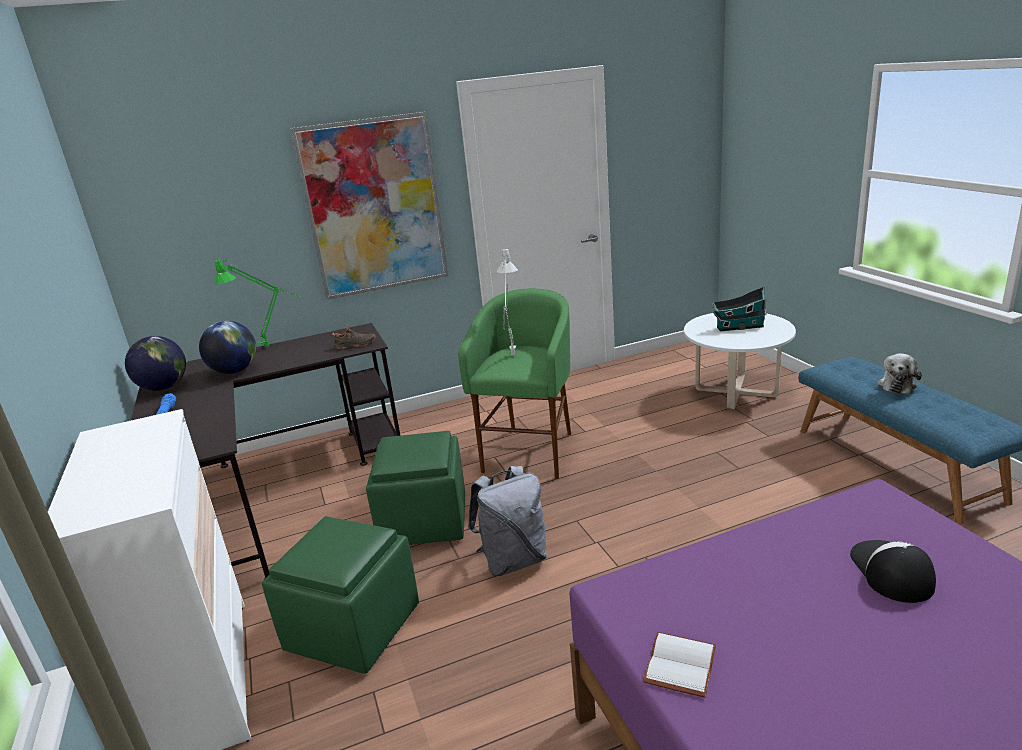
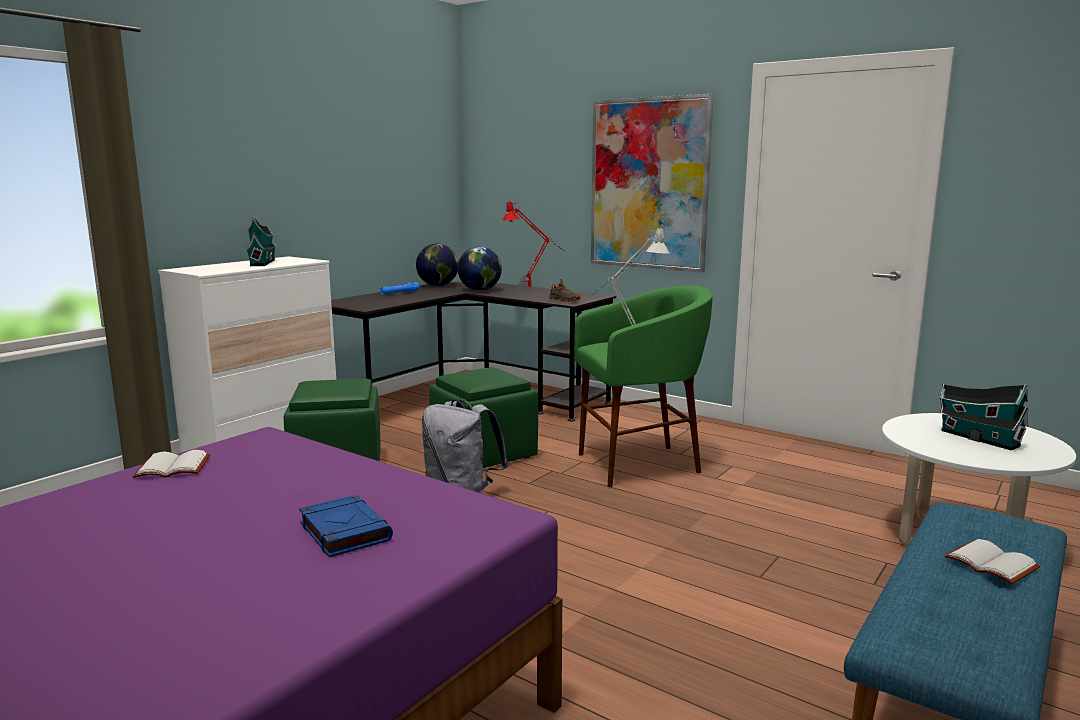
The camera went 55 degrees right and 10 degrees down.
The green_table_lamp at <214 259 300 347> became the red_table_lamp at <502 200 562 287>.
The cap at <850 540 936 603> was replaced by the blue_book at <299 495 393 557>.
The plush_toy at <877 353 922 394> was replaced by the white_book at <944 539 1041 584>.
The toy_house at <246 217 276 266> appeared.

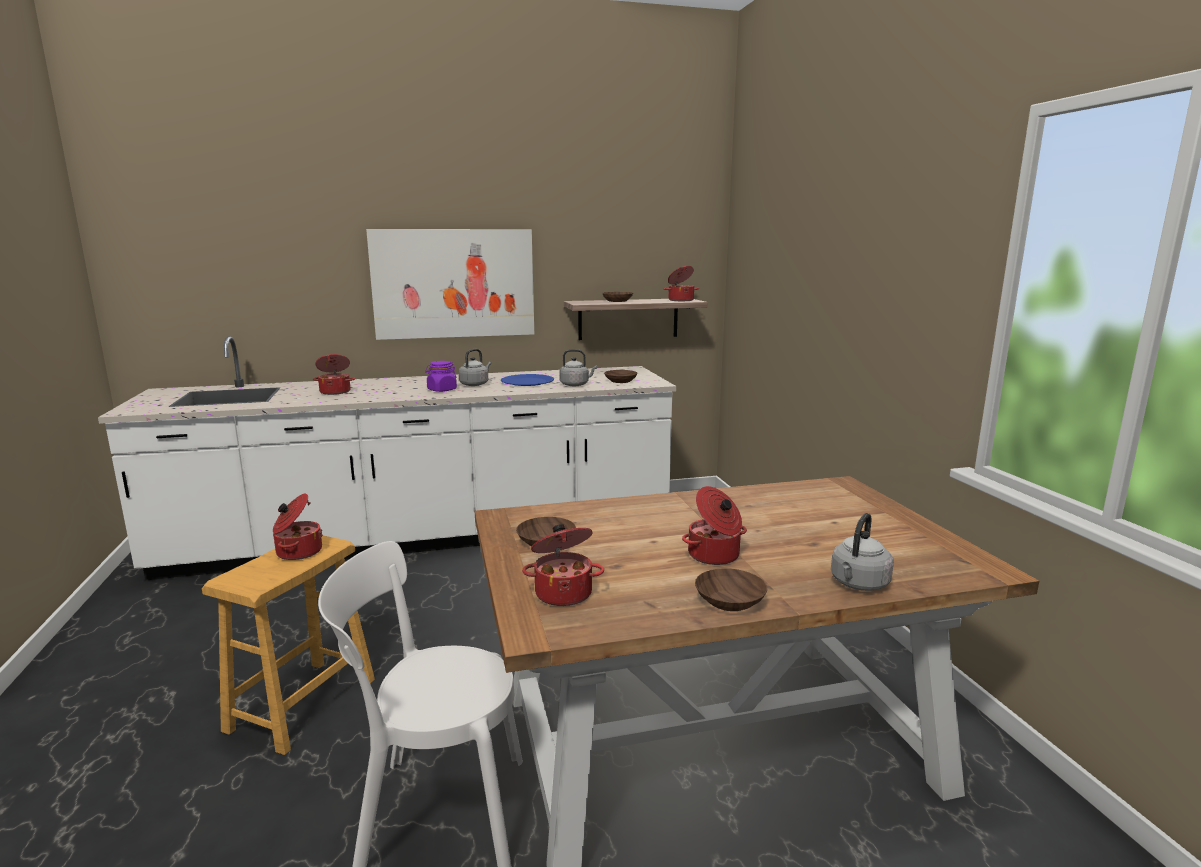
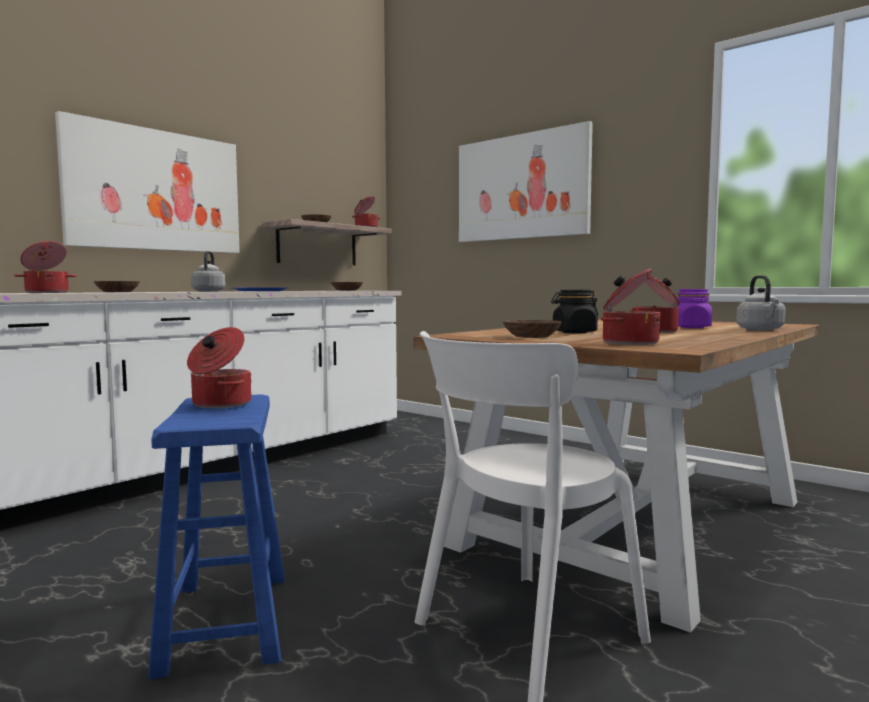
The camera went 35 degrees left and 10 degrees down.
The brown_stool at <202 536 375 755> became the blue_stool at <148 394 285 679>.
The purple_jar moved from <425 361 457 392> to <677 289 712 328>.
The grey_kettle at <559 349 597 386> disappeared.
The brown_bowl moved from <695 568 767 611> to <94 281 140 292>.
The picture at <459 121 593 242> appeared.
The black_jar at <551 290 598 333> appeared.

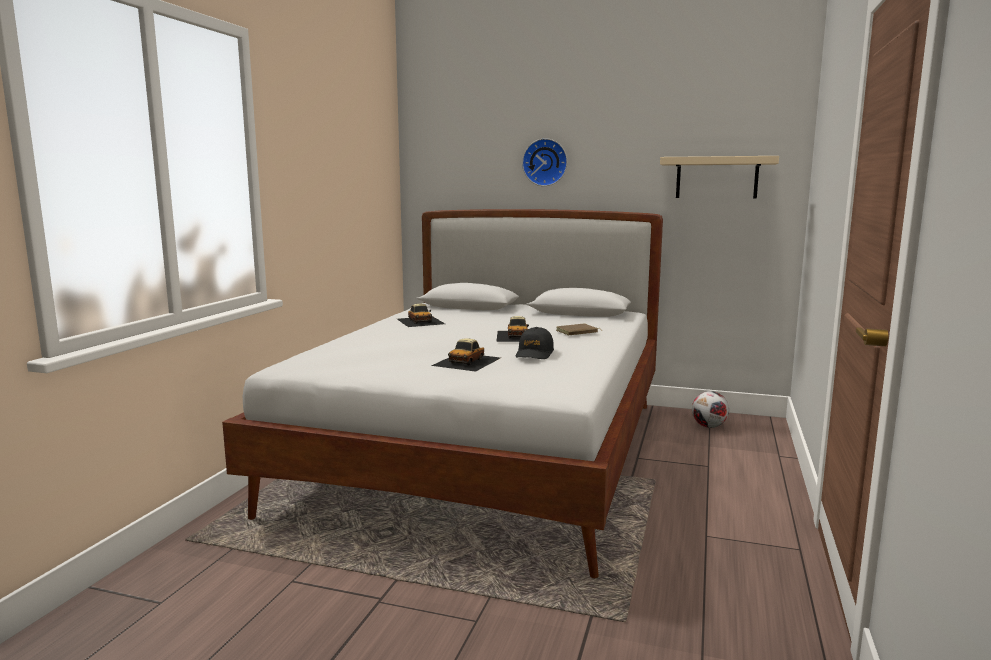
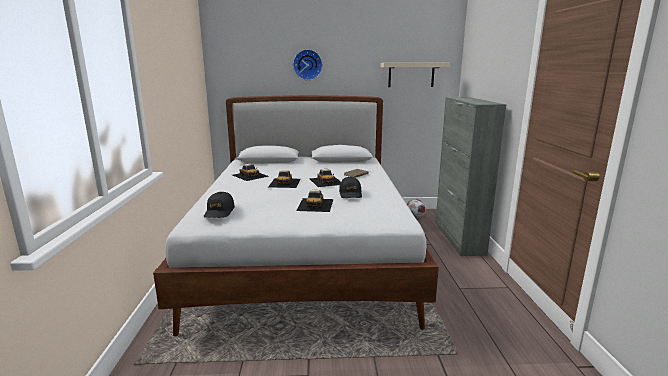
The camera went 20 degrees left and 5 degrees up.
The black_cap at <204 192 235 218> appeared.
The toy_car at <268 170 301 188> appeared.
The grey_cabinet at <435 97 506 256> appeared.

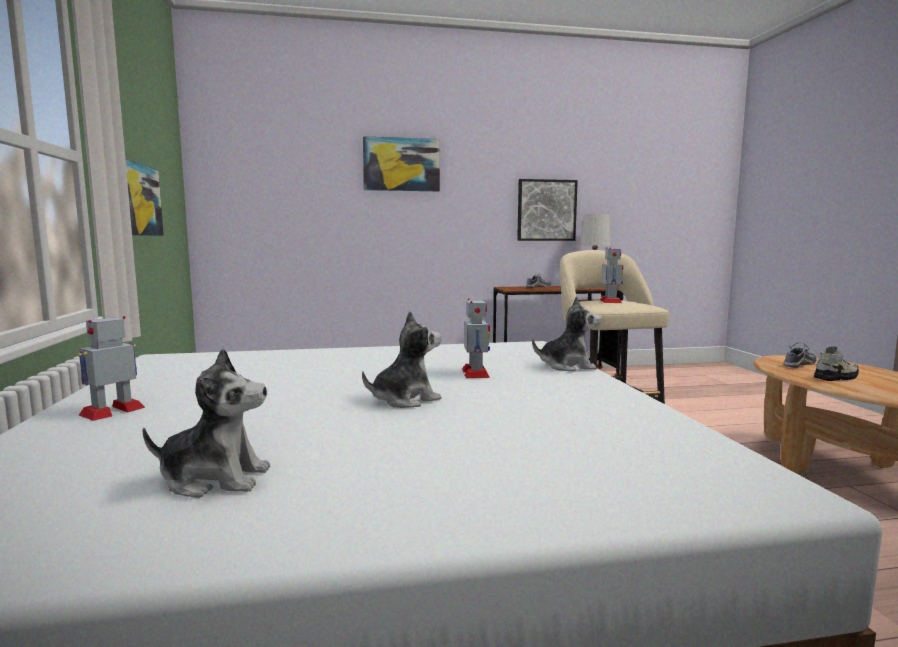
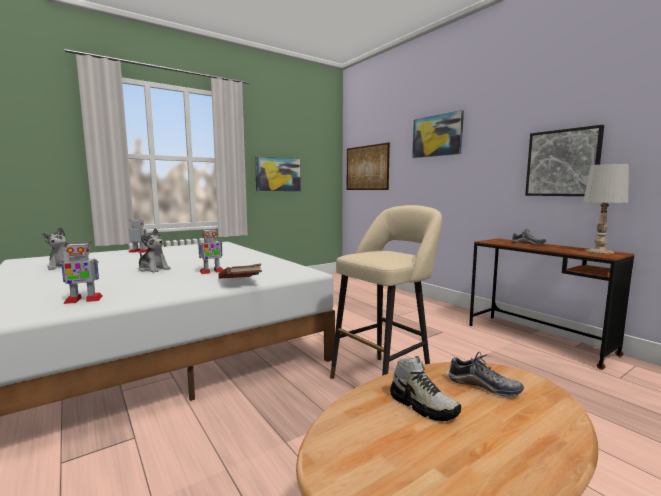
The camera went 65 degrees right and 0 degrees up.
The plush_toy at <532 296 602 372> was replaced by the brown_book at <218 264 262 279>.
The toy_robot moved from <600 247 623 303> to <60 242 103 304>.
The picture at <347 142 390 190> appeared.

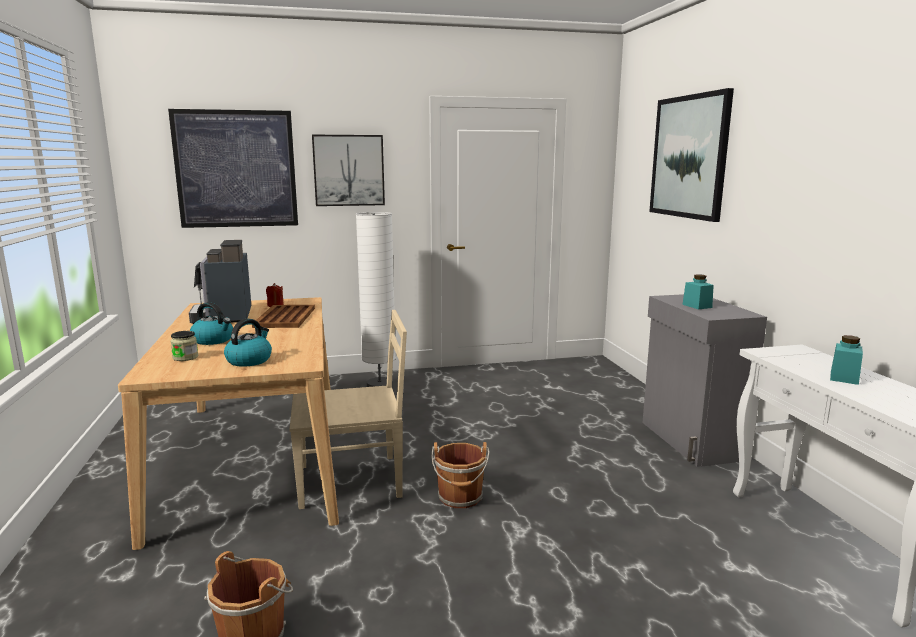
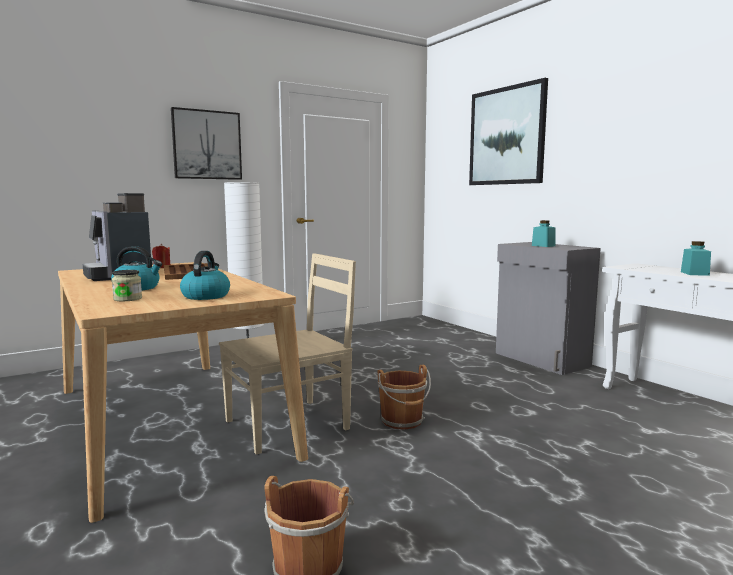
The camera went 20 degrees left and 5 degrees down.
The picture at <168 109 298 228> disappeared.

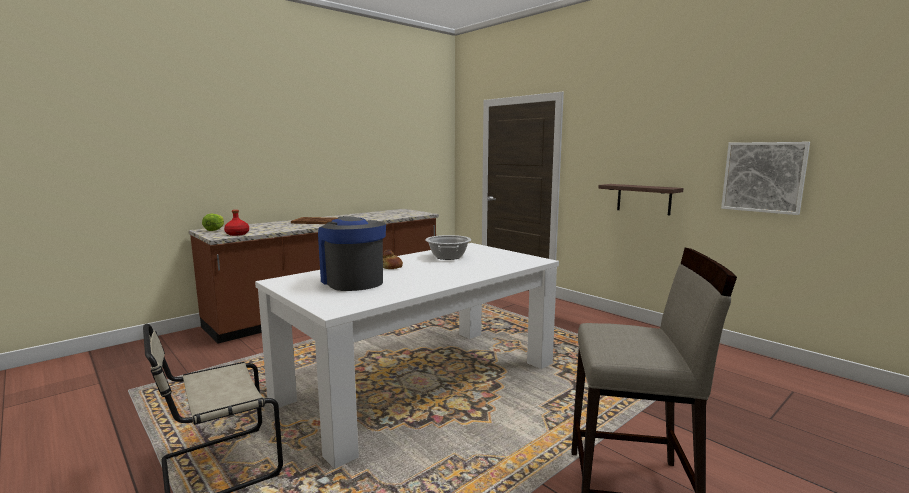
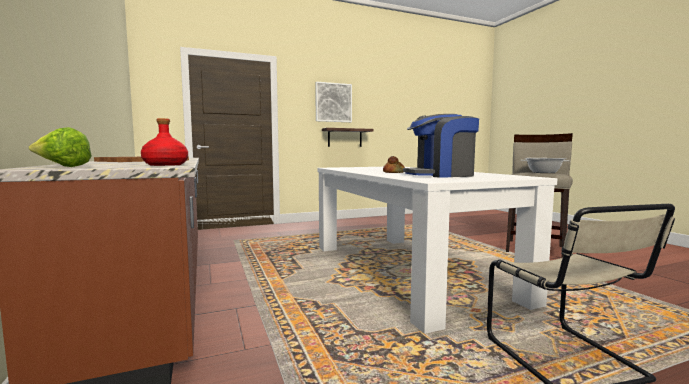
The camera went 70 degrees left and 5 degrees down.
The cooking_pot moved from <425 235 471 260> to <521 158 570 173>.
The picture moved from <721 142 810 215> to <315 82 352 122>.

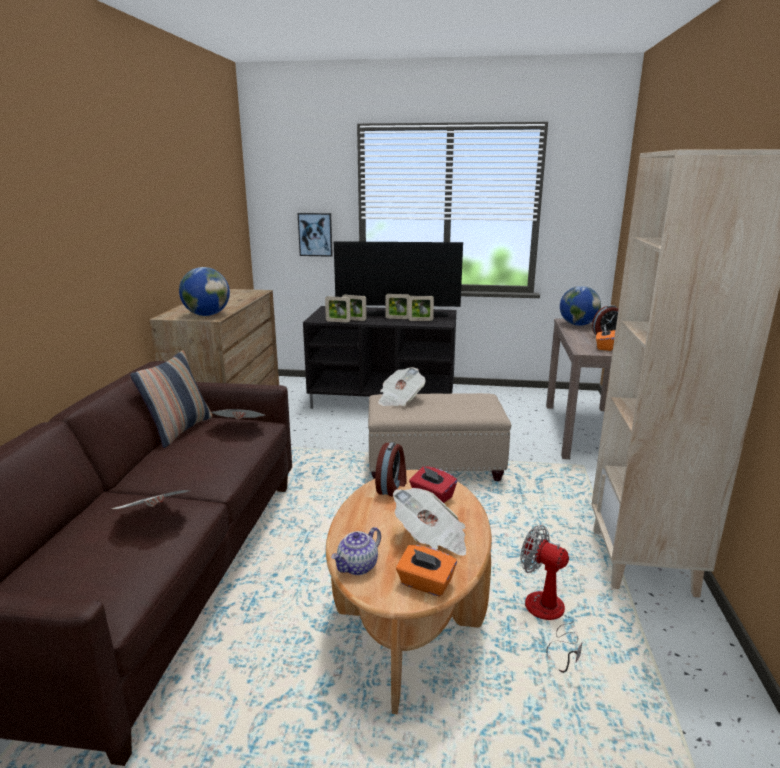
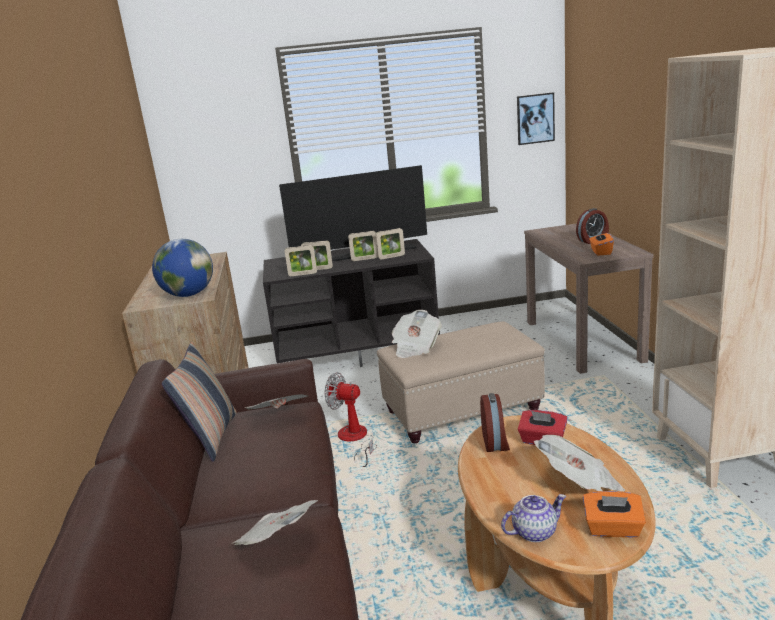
The camera went 15 degrees left and 0 degrees up.
The picture moved from <297 213 333 257> to <517 93 555 145>.
The teapot at <331 527 381 575> turned 135 degrees counterclockwise.
The fan moved from <520 525 582 673> to <325 372 377 467>.
The globe at <560 286 601 326> disappeared.

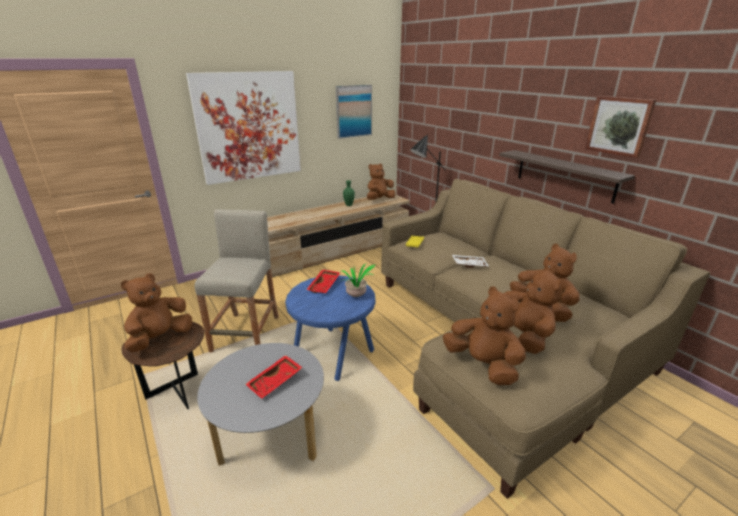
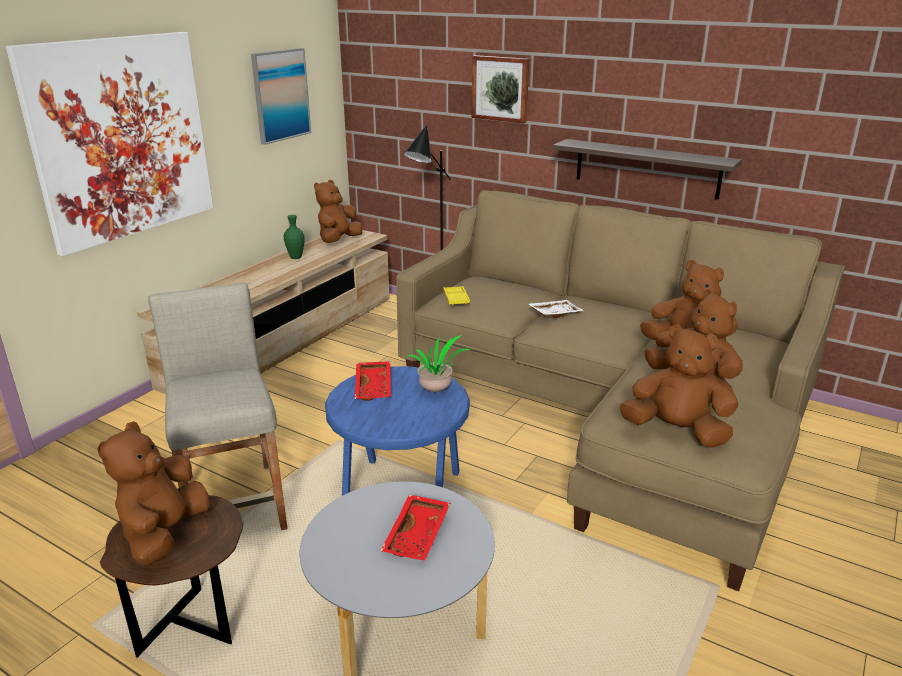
The camera went 25 degrees left and 0 degrees up.
The picture moved from <585 96 656 158> to <472 55 529 123>.

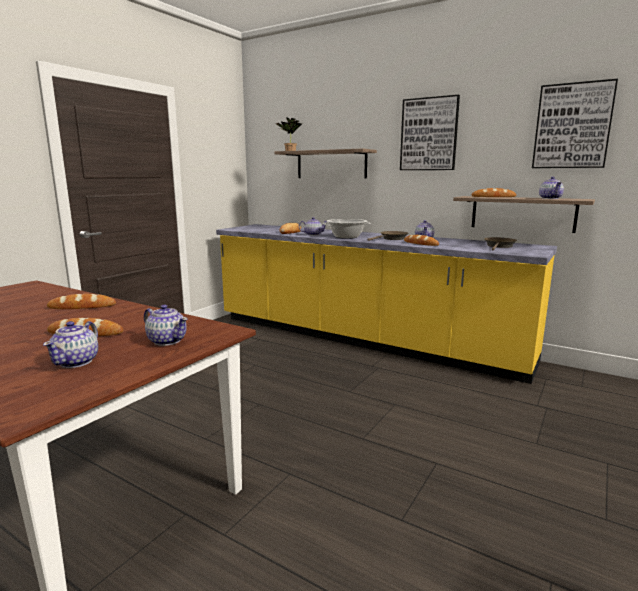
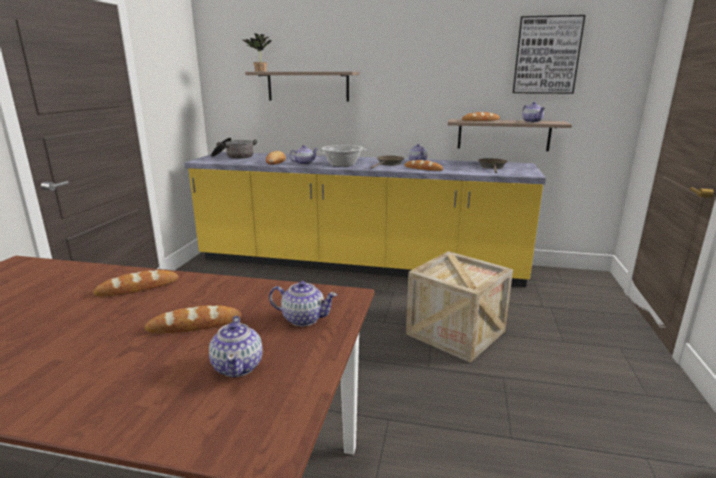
The camera went 20 degrees left and 5 degrees up.
The picture at <400 95 460 170> disappeared.
The cooking_pot at <211 138 257 159> appeared.
The crate at <406 251 513 363> appeared.

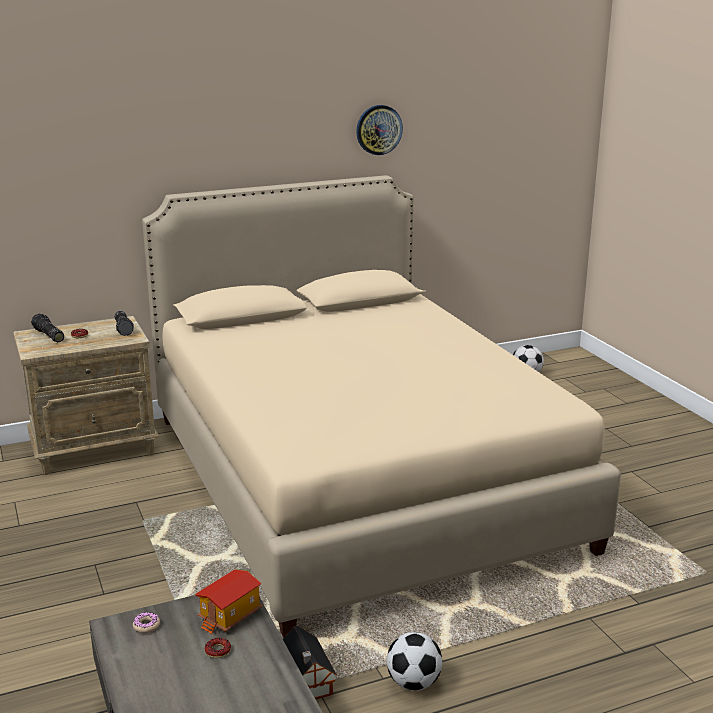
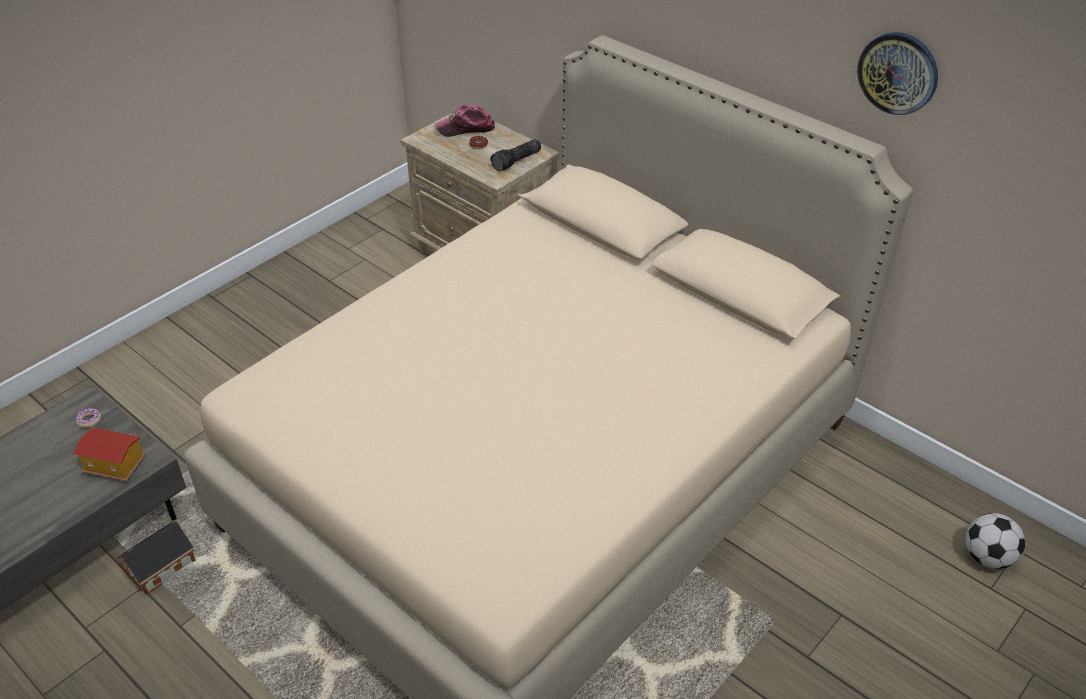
The camera went 65 degrees right and 20 degrees up.
The flashlight at <31 314 64 342> was replaced by the cap at <435 105 495 137>.
The donut at <205 638 231 658> disappeared.
The football at <387 632 442 690> disappeared.

